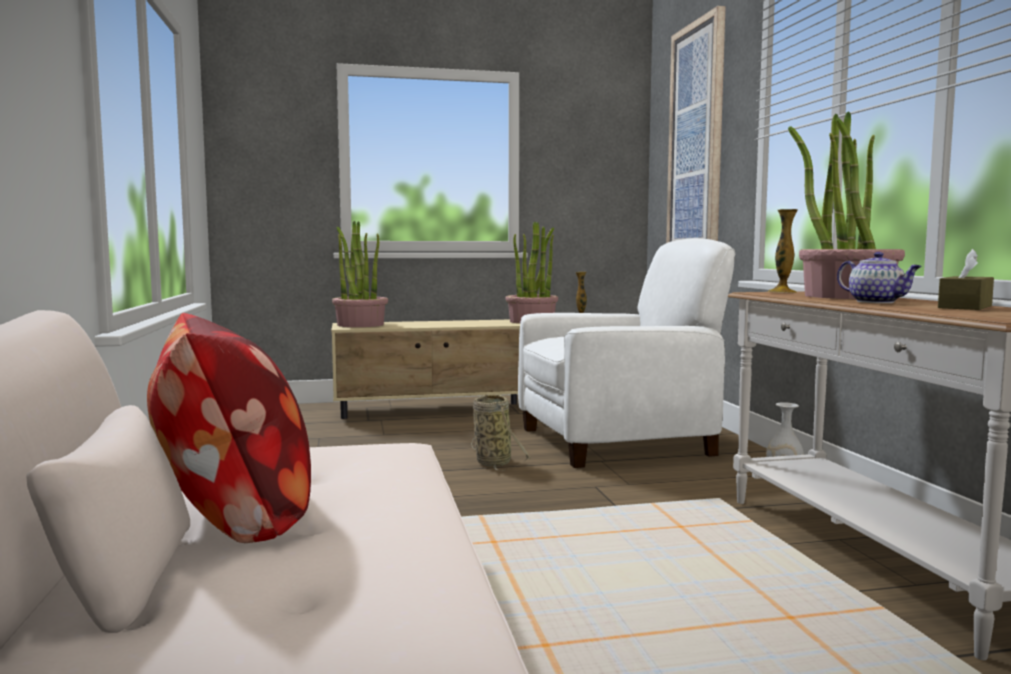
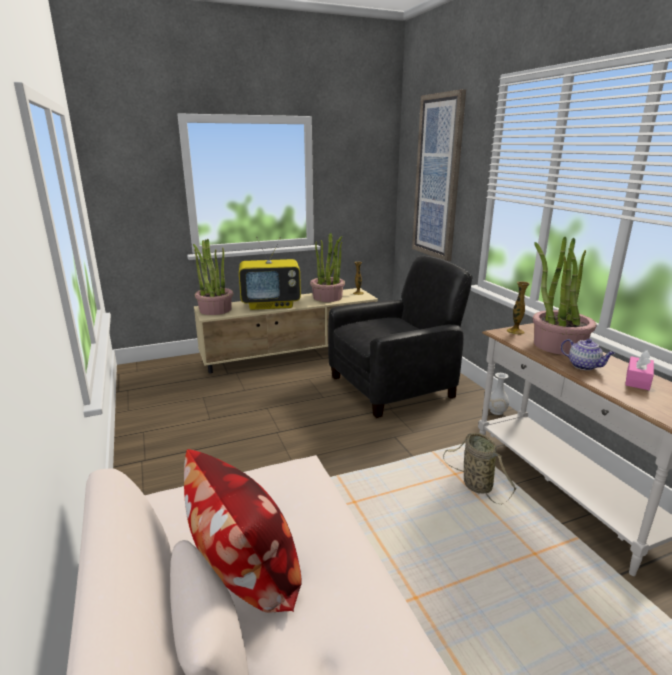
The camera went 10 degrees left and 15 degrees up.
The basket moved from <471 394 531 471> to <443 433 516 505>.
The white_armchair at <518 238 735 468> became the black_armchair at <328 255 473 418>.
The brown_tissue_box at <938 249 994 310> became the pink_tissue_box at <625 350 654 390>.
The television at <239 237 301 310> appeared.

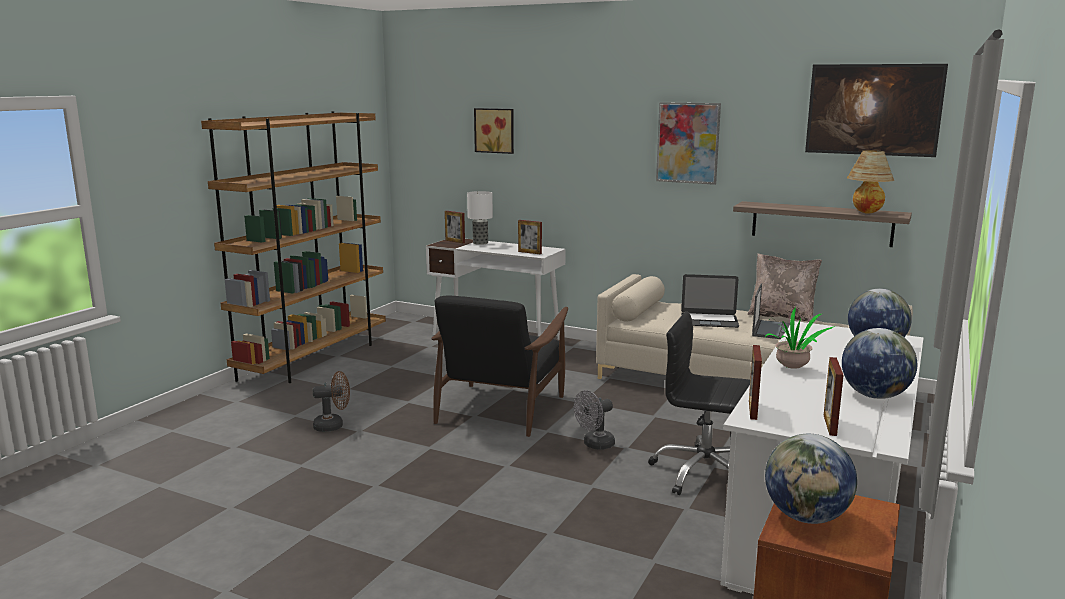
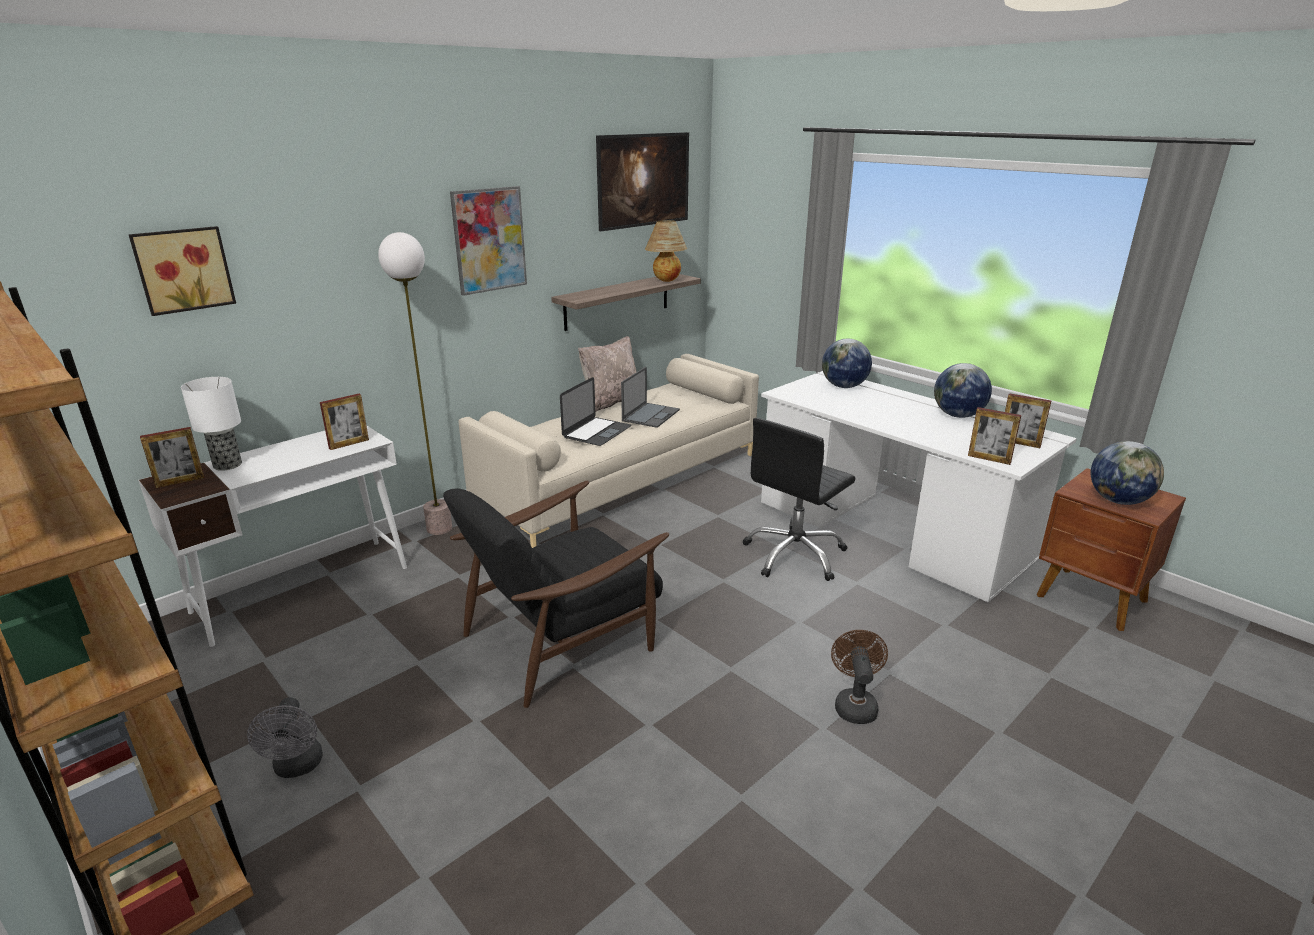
The camera went 70 degrees left and 10 degrees up.
The brown_fan moved from <313 371 350 432> to <831 630 888 724>.
The black_armchair at <431 295 568 437> turned 105 degrees clockwise.
The grey_fan moved from <574 390 615 450> to <247 697 323 778>.
The laptop at <752 283 790 339> turned 75 degrees clockwise.
The potted_plant at <765 307 835 369> disappeared.
The floor_lamp at <378 232 452 535> appeared.

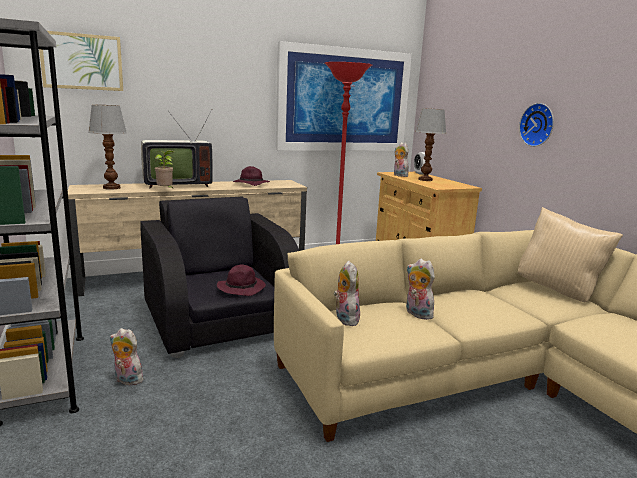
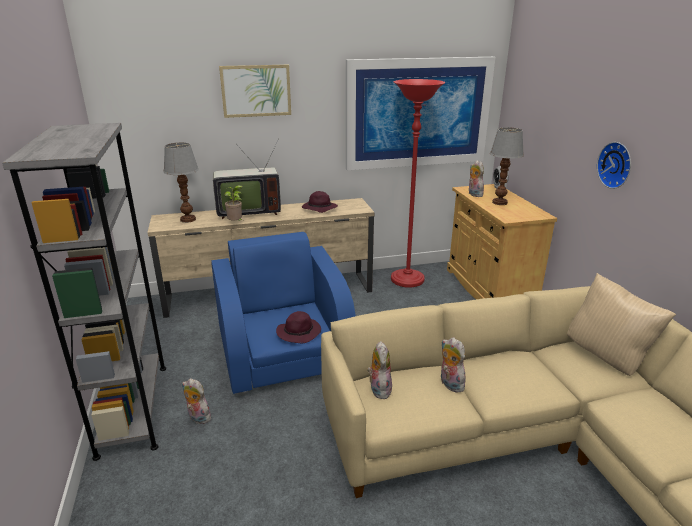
The camera went 10 degrees right and 10 degrees up.
The picture moved from <39 31 123 91> to <219 65 291 118>.
The black_armchair at <140 197 299 358> became the blue_armchair at <212 232 356 396>.

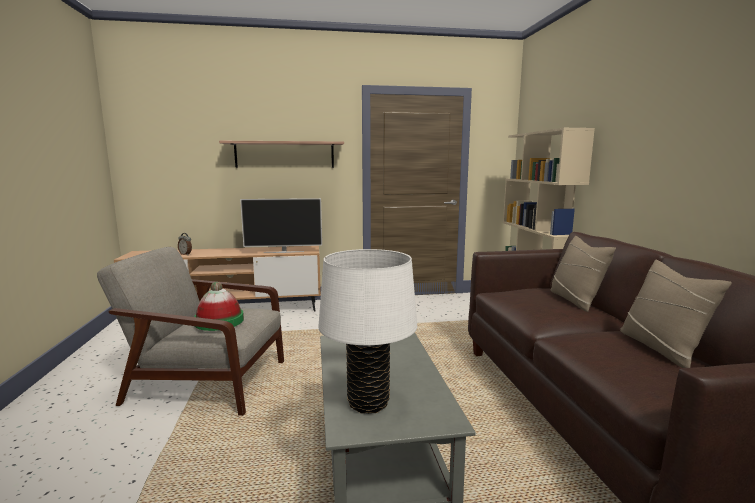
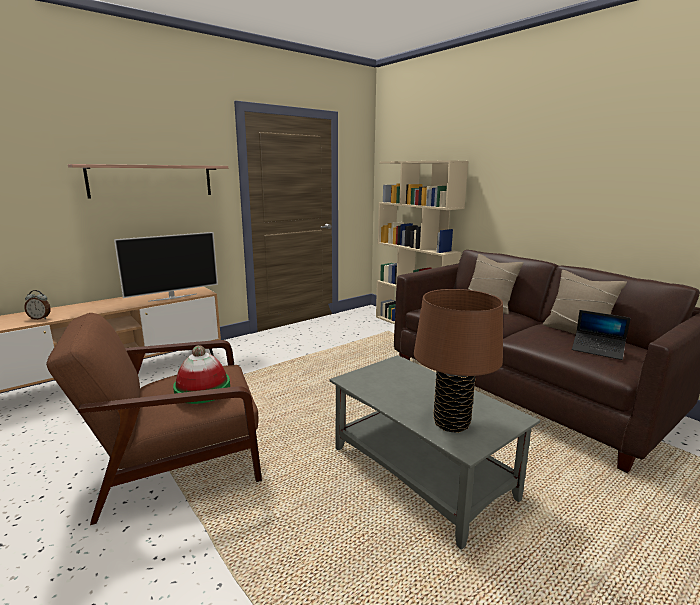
The camera went 30 degrees left and 5 degrees up.
The grey_armchair at <97 247 284 416> became the brown_armchair at <46 313 262 525>.
The white_table_lamp at <318 249 417 414> became the brown_table_lamp at <414 289 503 433>.
The laptop at <572 310 631 360> appeared.

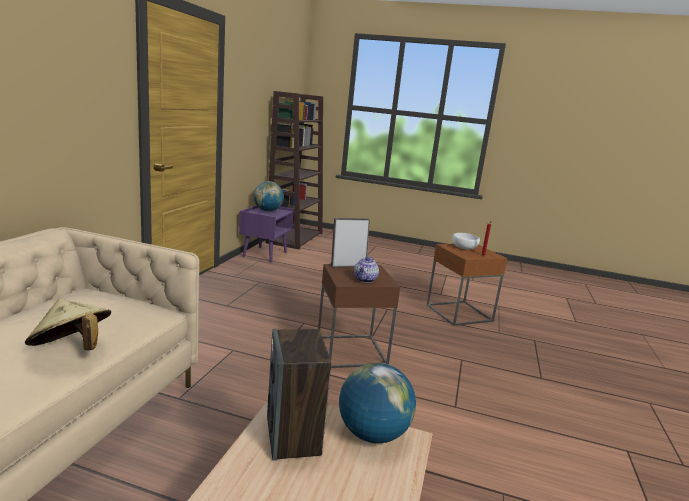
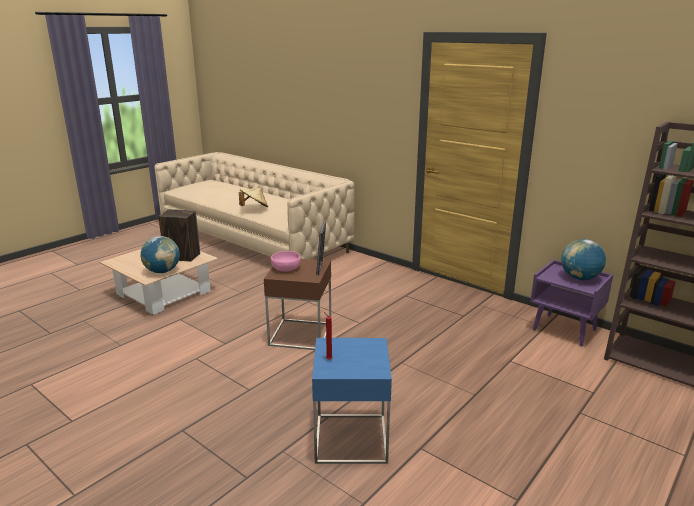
The camera went 115 degrees right and 5 degrees up.
The teapot at <354 257 379 283> was replaced by the pink_bowl at <271 251 301 272>.
The brown_side_table at <427 244 507 326> became the blue_side_table at <312 338 392 464>.
The white_bowl at <452 233 480 250> disappeared.

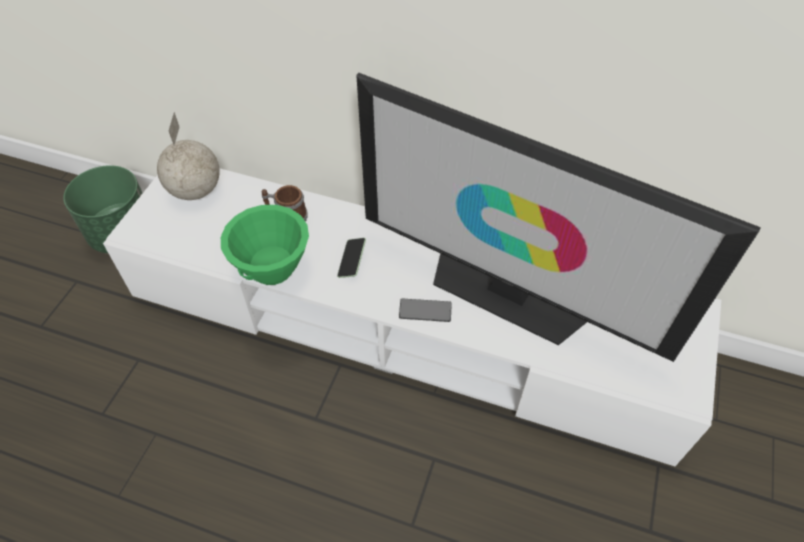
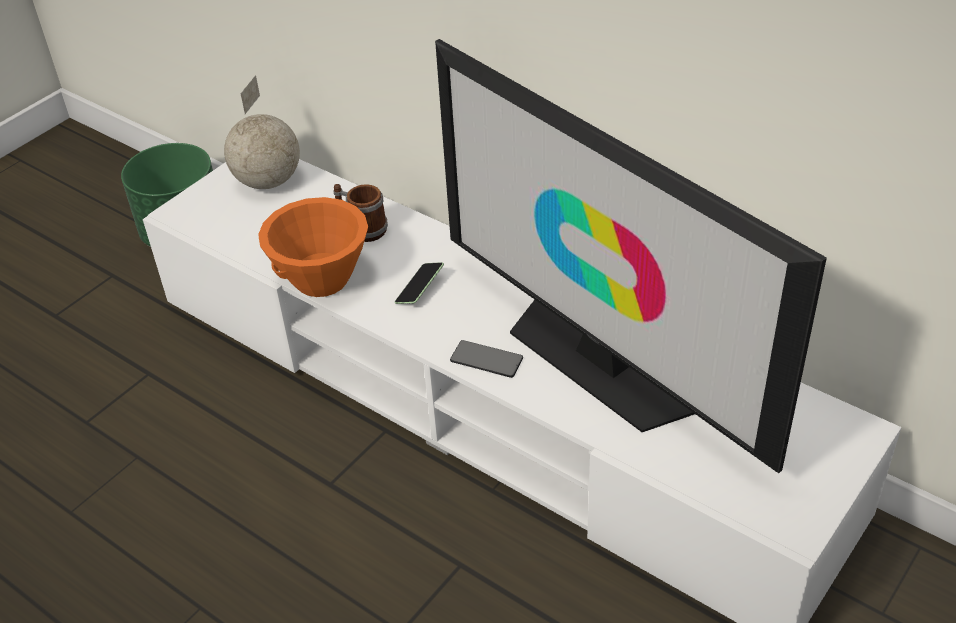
The camera went 20 degrees right and 10 degrees down.
The green_bowl at <221 205 309 285> became the orange_bowl at <258 197 368 297>.

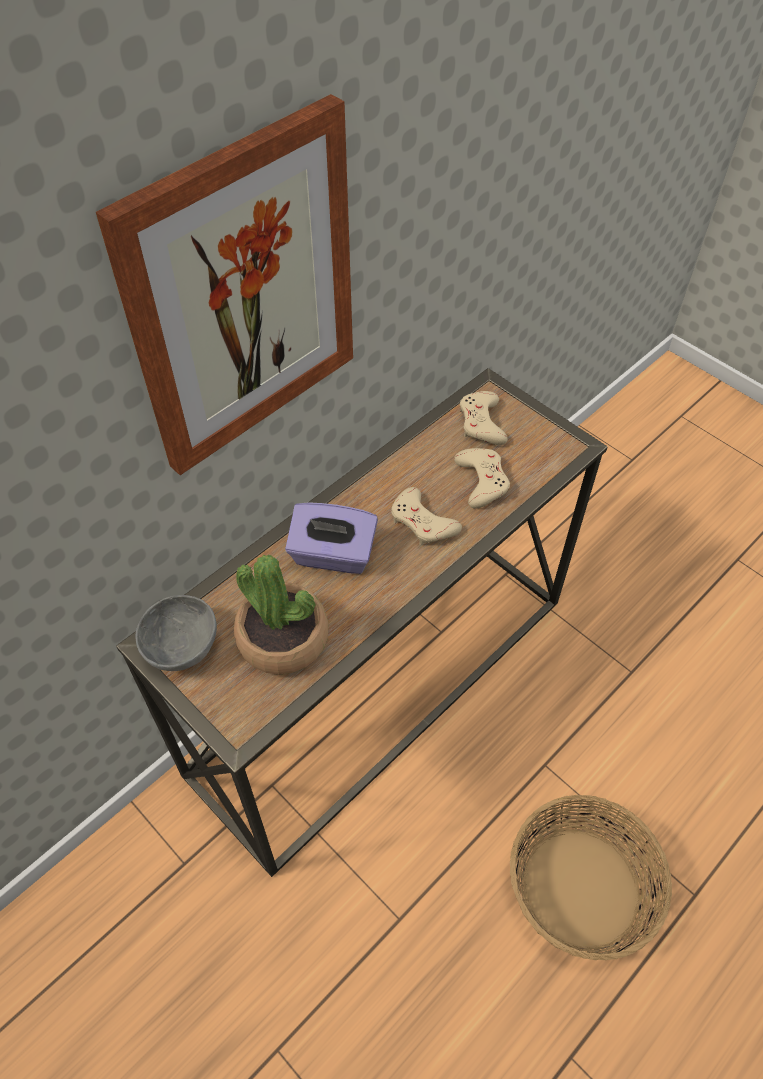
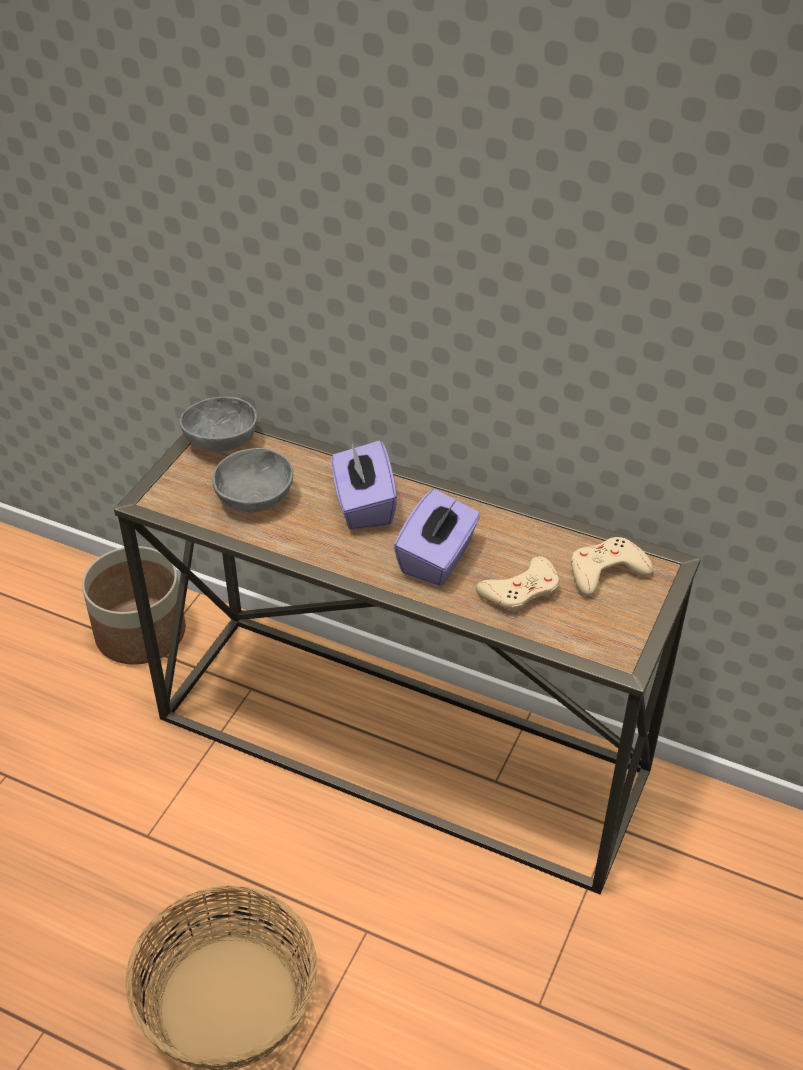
The camera went 70 degrees right and 10 degrees down.
The picture at <96 94 353 475> disappeared.
The potted_plant at <234 555 328 675> was replaced by the grey_bowl at <212 448 293 513>.
The beige_game_controller at <391 487 462 545> was replaced by the purple_tissue_box at <394 489 481 586>.
The planter at <82 546 186 665> appeared.

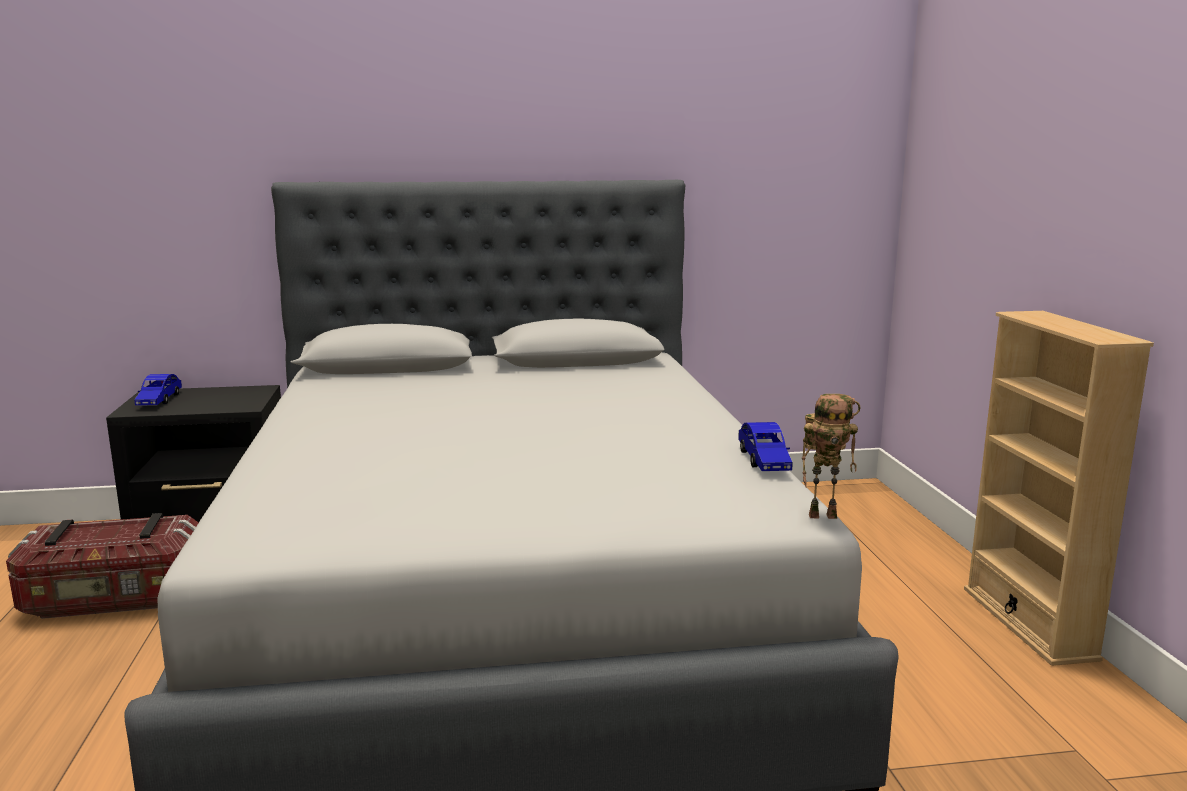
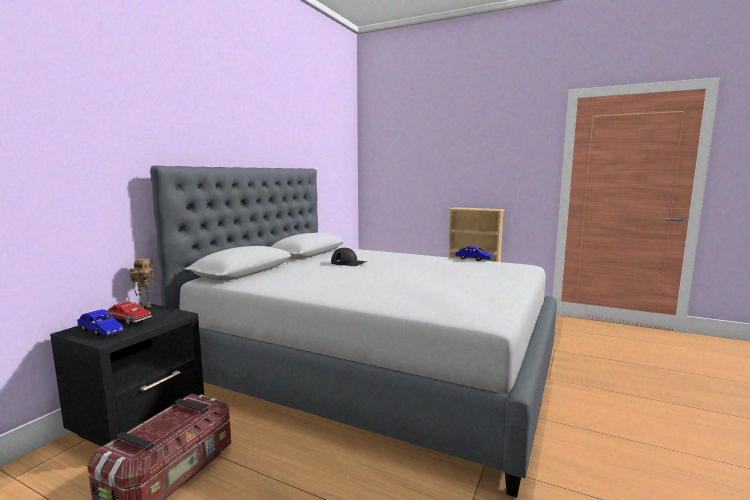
The camera went 55 degrees left and 5 degrees down.
The toy_robot moved from <802 394 860 519> to <129 258 156 309>.
The toy_truck at <105 300 152 324> appeared.
The black_cap at <331 248 367 266> appeared.

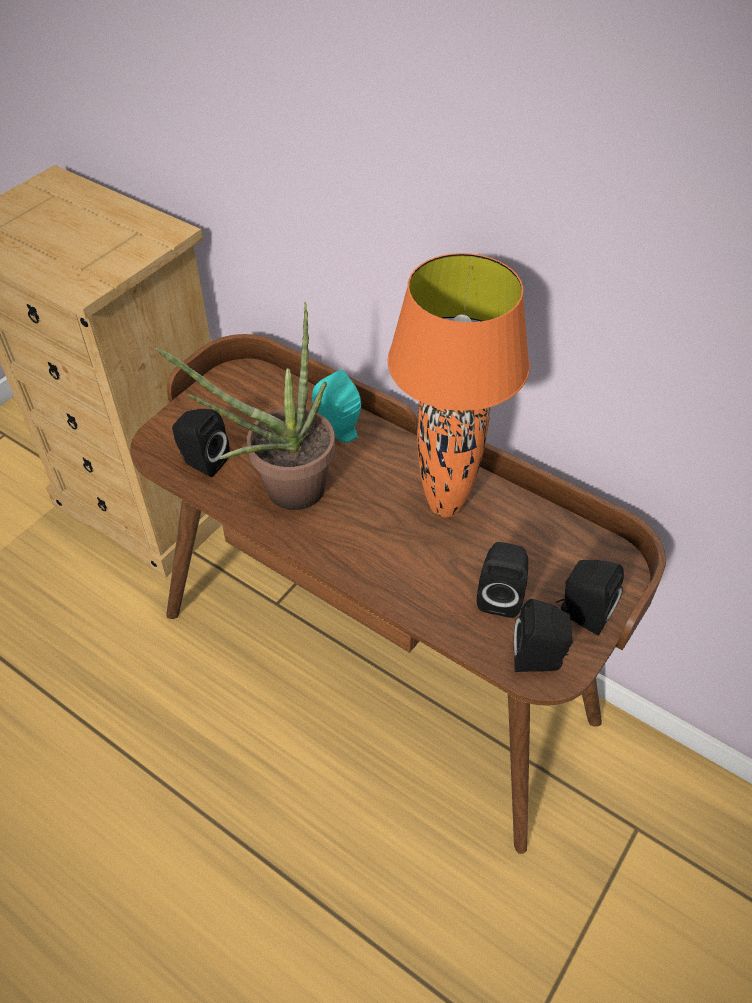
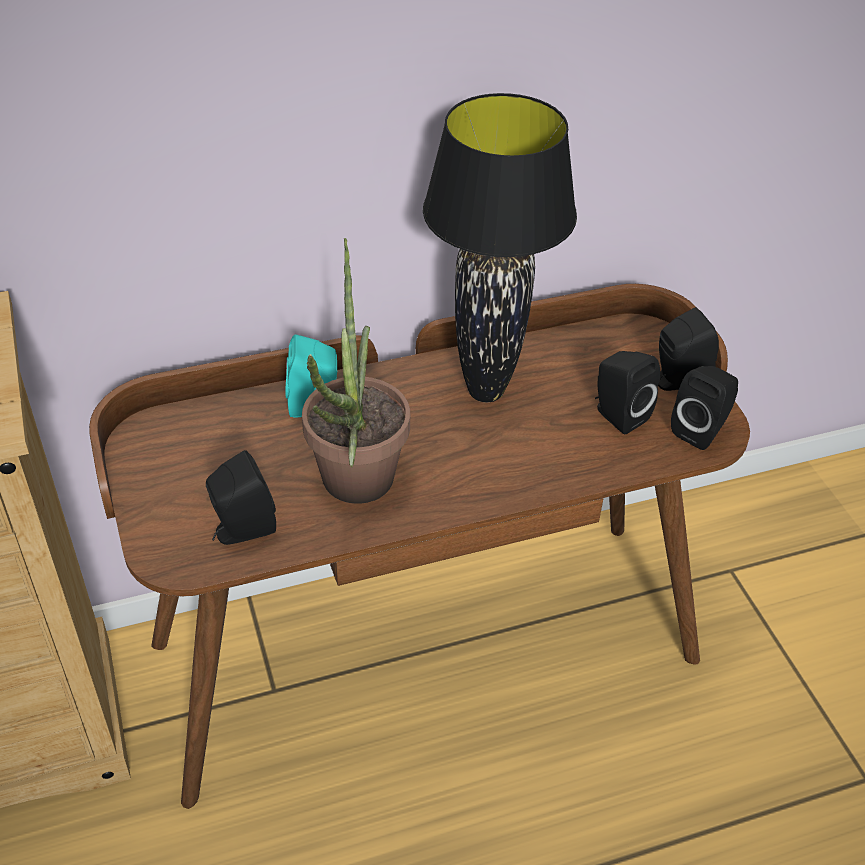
The camera went 55 degrees left and 5 degrees down.
The orange_table_lamp at <387 253 530 517> became the black_table_lamp at <423 93 577 402>.

